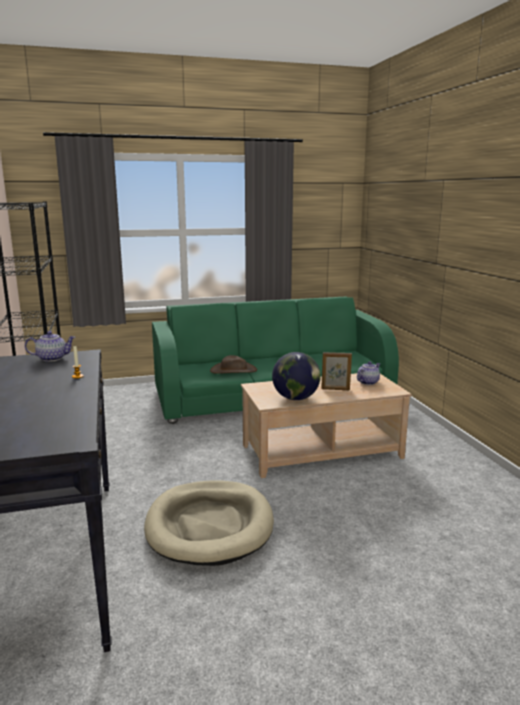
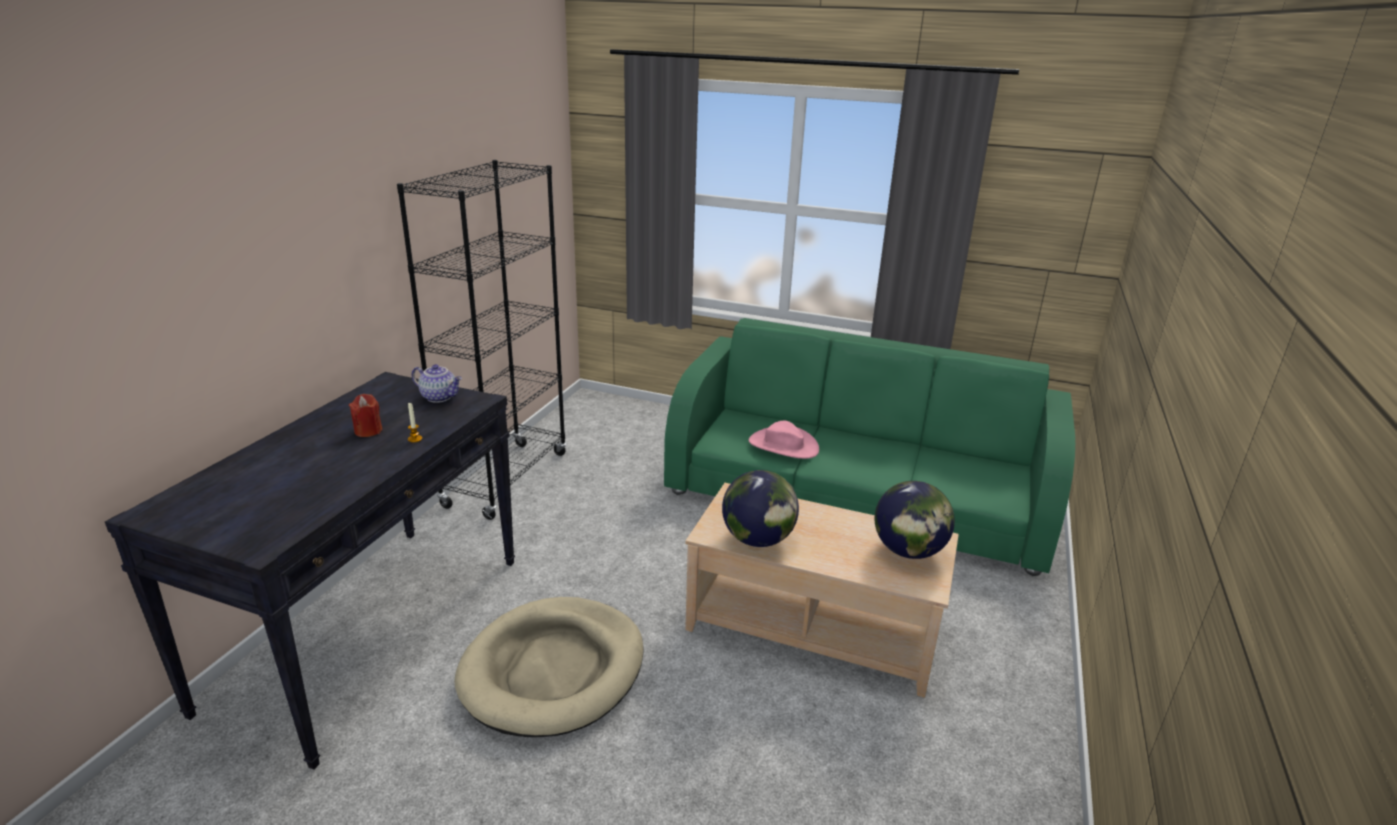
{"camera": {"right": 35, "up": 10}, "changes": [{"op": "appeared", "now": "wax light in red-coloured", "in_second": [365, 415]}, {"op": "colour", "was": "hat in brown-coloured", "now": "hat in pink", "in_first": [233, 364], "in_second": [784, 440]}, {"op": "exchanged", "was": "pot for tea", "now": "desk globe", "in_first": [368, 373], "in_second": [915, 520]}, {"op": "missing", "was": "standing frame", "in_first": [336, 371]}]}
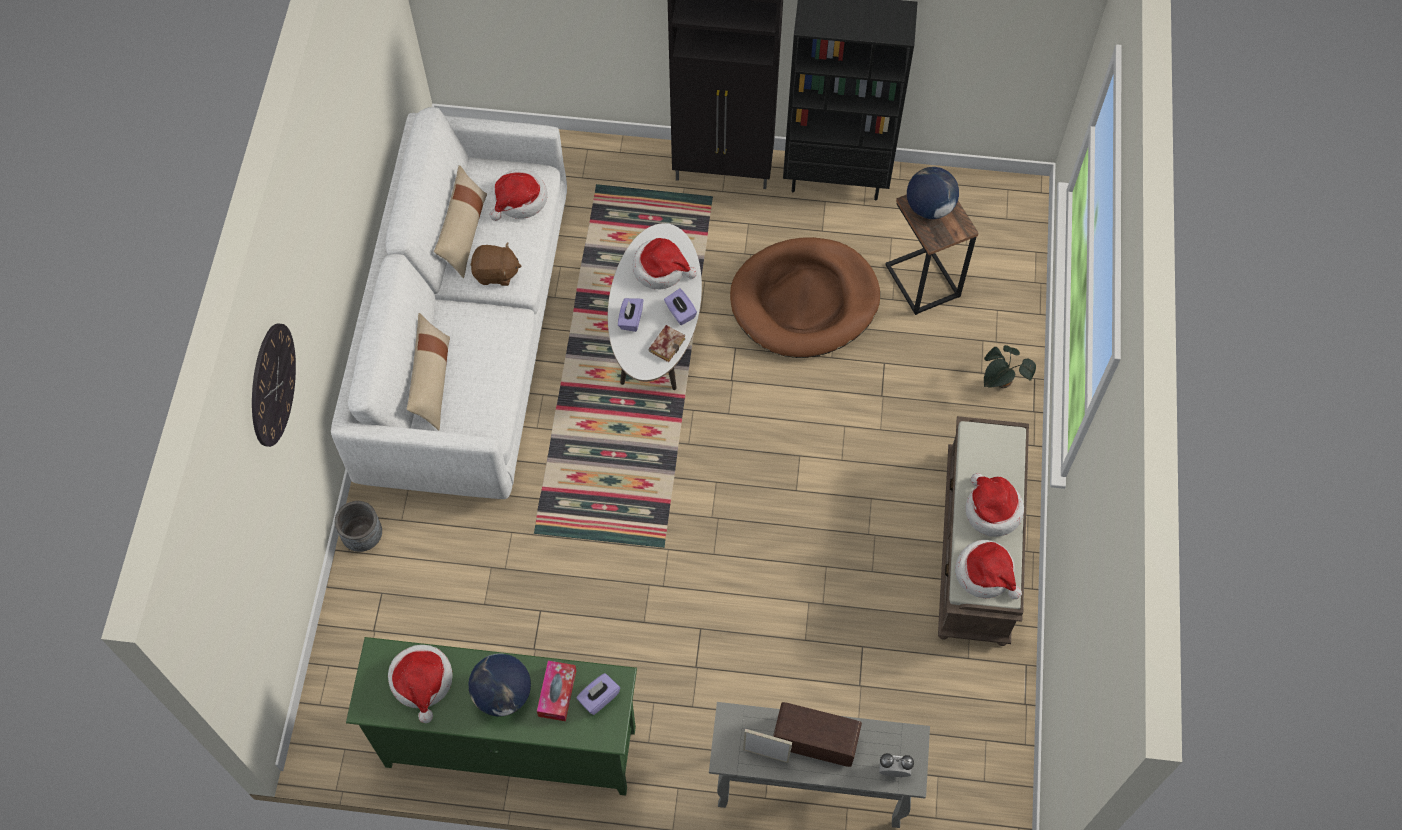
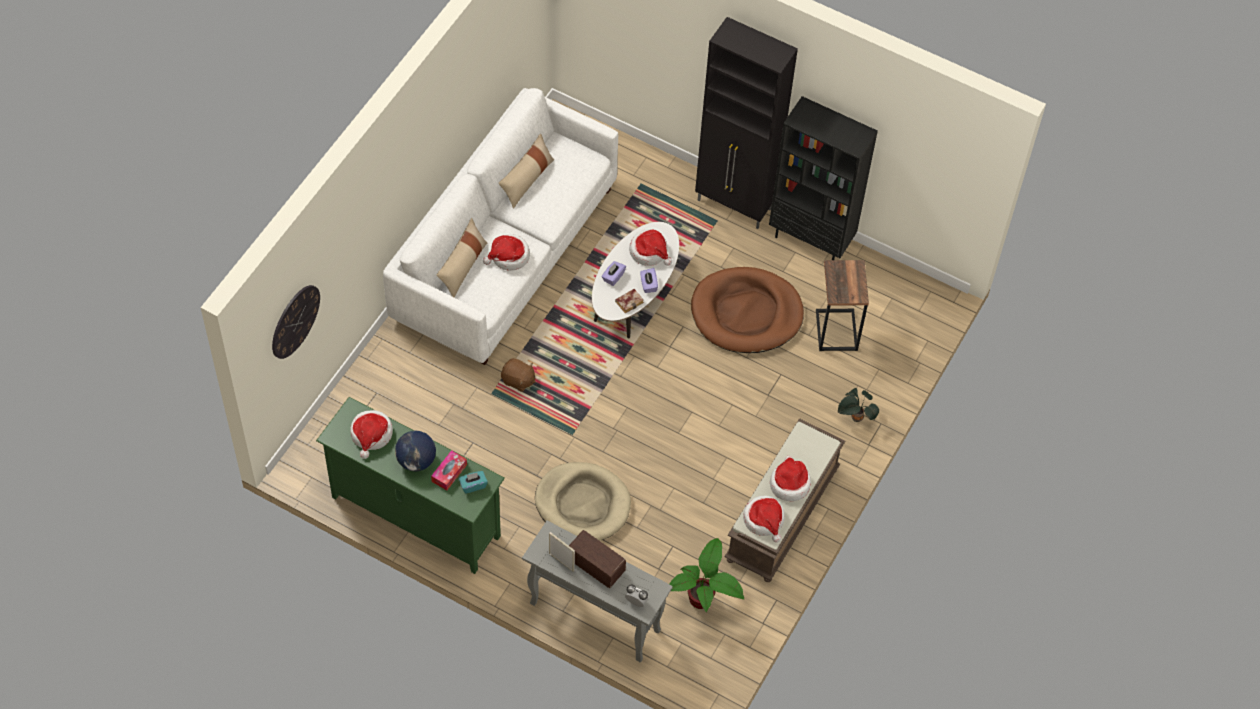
{"camera": {"right": 20, "up": -5}, "changes": [{"op": "relocated", "was": "wall clock", "in_first": [274, 385], "in_second": [296, 322]}, {"op": "colour", "was": "tissue box in purple-coloured", "now": "tissue box in blue-green", "in_first": [598, 694], "in_second": [473, 482]}, {"op": "relocated", "was": "hat", "in_first": [519, 195], "in_second": [506, 252]}, {"op": "relocated", "was": "soft toy in brown-coloured", "in_first": [495, 264], "in_second": [518, 375]}, {"op": "appeared", "now": "dog cushion in beige-coloured", "in_second": [583, 501]}, {"op": "appeared", "now": "plant in a pot", "in_second": [707, 575]}, {"op": "missing", "was": "plant pot in gray", "in_first": [358, 526]}, {"op": "missing", "was": "desk globe", "in_first": [933, 193]}]}
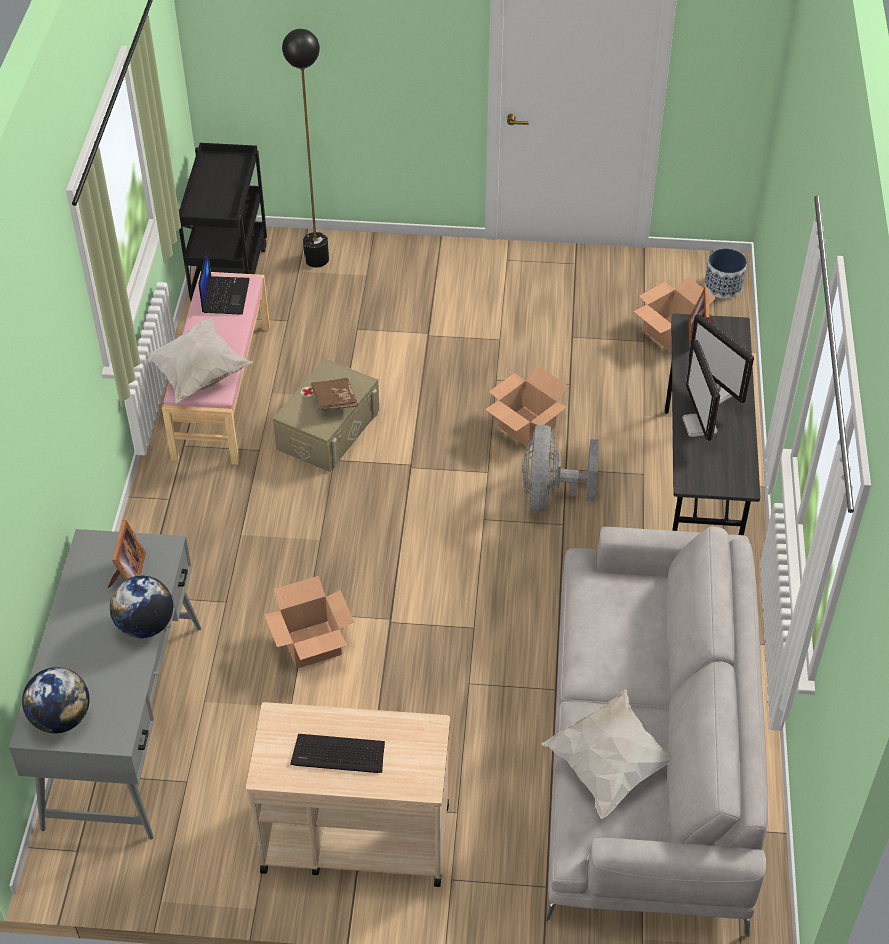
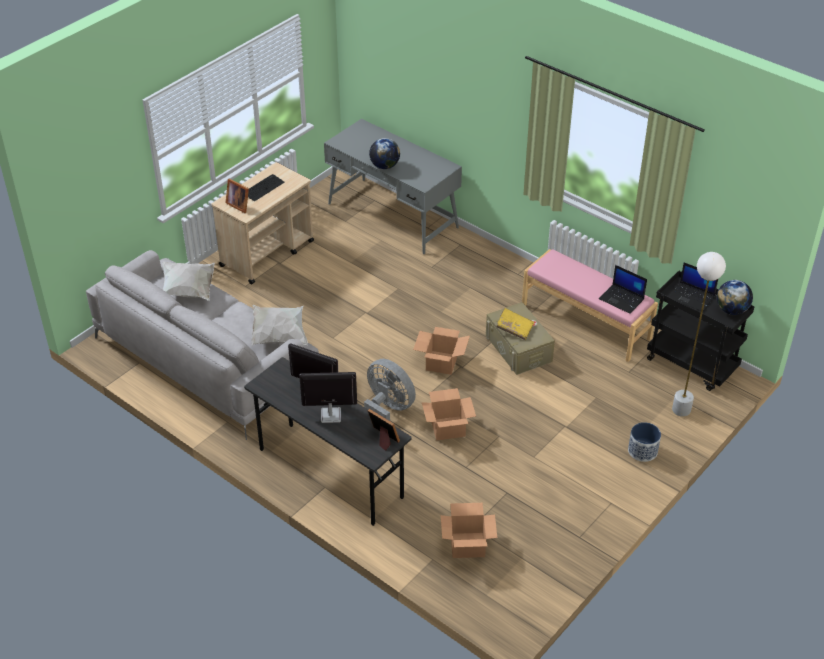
{"camera": {"right": 125, "up": -5}, "changes": [{"op": "relocated", "was": "standing frame", "in_first": [127, 554], "in_second": [237, 195]}, {"op": "relocated", "was": "cushion in whitish", "in_first": [199, 360], "in_second": [280, 325]}, {"op": "relocated", "was": "packing box", "in_first": [309, 622], "in_second": [441, 351]}, {"op": "colour", "was": "volume in brown-coloured", "now": "volume in yellow-coloured", "in_first": [334, 394], "in_second": [515, 324]}, {"op": "relocated", "was": "plant pot", "in_first": [725, 273], "in_second": [644, 442]}, {"op": "appeared", "now": "notebook computer", "in_second": [694, 287]}, {"op": "colour", "was": "standing lamp in black", "now": "standing lamp in whitish", "in_first": [305, 148], "in_second": [699, 334]}, {"op": "relocated", "was": "desk globe", "in_first": [56, 700], "in_second": [735, 297]}]}
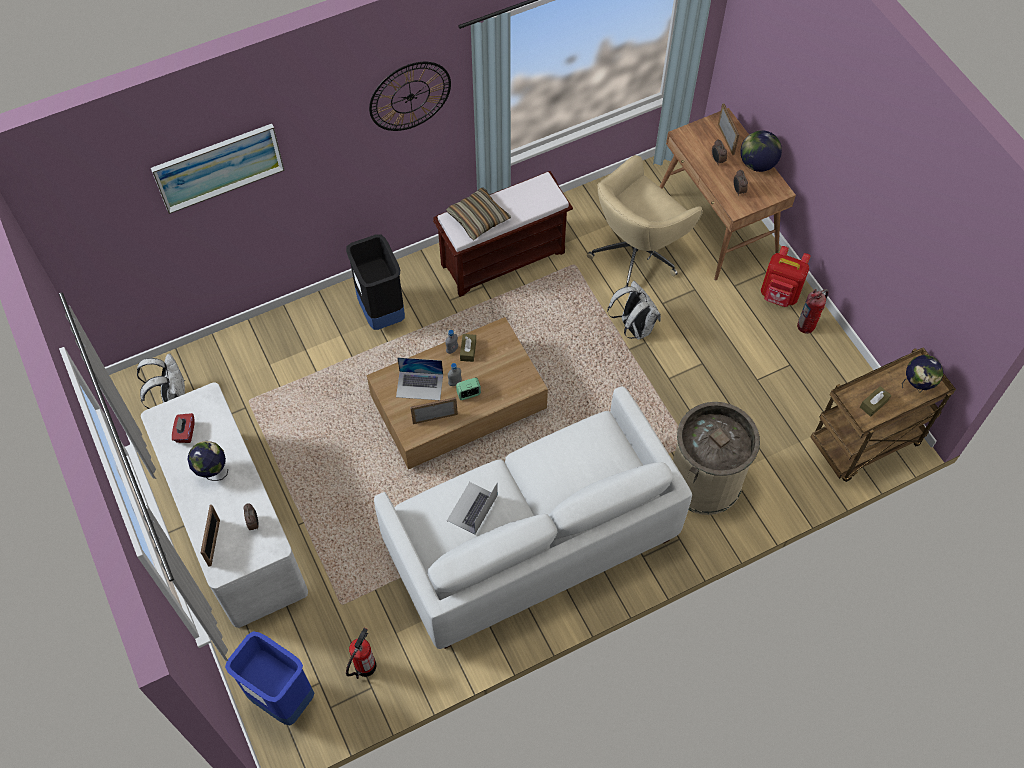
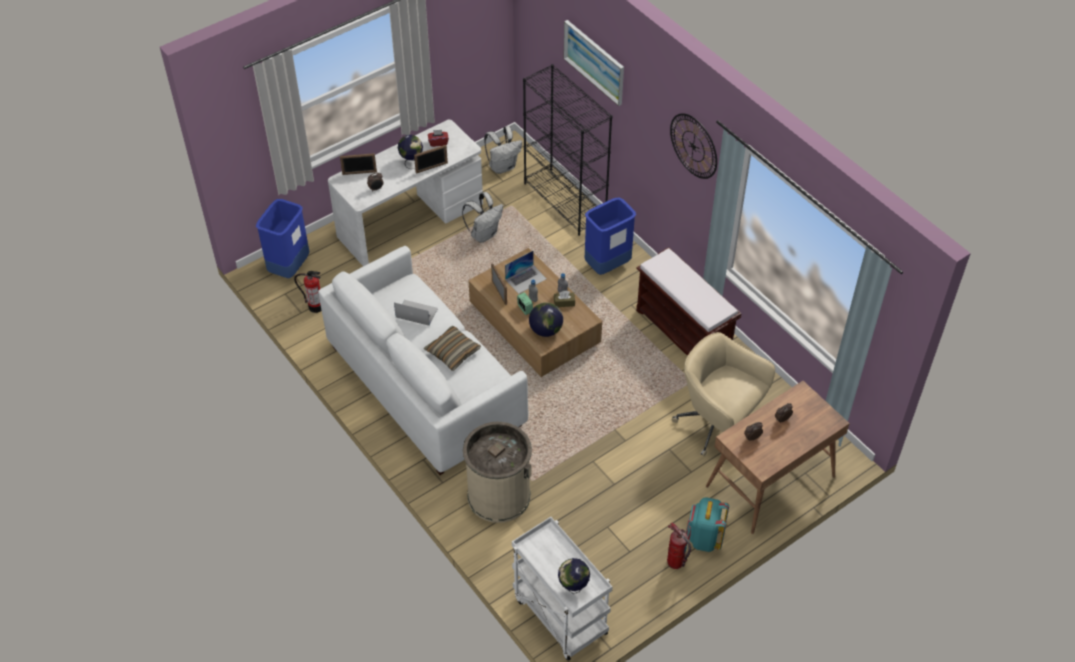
{"camera": {"right": 80, "up": -10}, "changes": [{"op": "relocated", "was": "standing frame", "in_first": [728, 129], "in_second": [431, 159]}, {"op": "relocated", "was": "cushion", "in_first": [478, 213], "in_second": [452, 348]}, {"op": "relocated", "was": "backpack in whitish", "in_first": [634, 310], "in_second": [482, 217]}, {"op": "spun", "was": "notebook computer", "in_first": [419, 378], "in_second": [526, 272], "clockwise": -120}, {"op": "colour", "was": "wheeled cart in brown-coloured", "now": "wheeled cart in whitish", "in_first": [883, 414], "in_second": [562, 589]}, {"op": "appeared", "now": "bookshelf in black", "in_second": [567, 150]}, {"op": "relocated", "was": "desk globe", "in_first": [761, 151], "in_second": [546, 319]}, {"op": "colour", "was": "rubbish bin in black", "now": "rubbish bin in blue-coloured", "in_first": [375, 282], "in_second": [610, 236]}, {"op": "colour", "was": "backpack in red-coloured", "now": "backpack in blue-green", "in_first": [786, 276], "in_second": [707, 524]}, {"op": "missing", "was": "tissue box in brown-coloured", "in_first": [875, 401]}]}
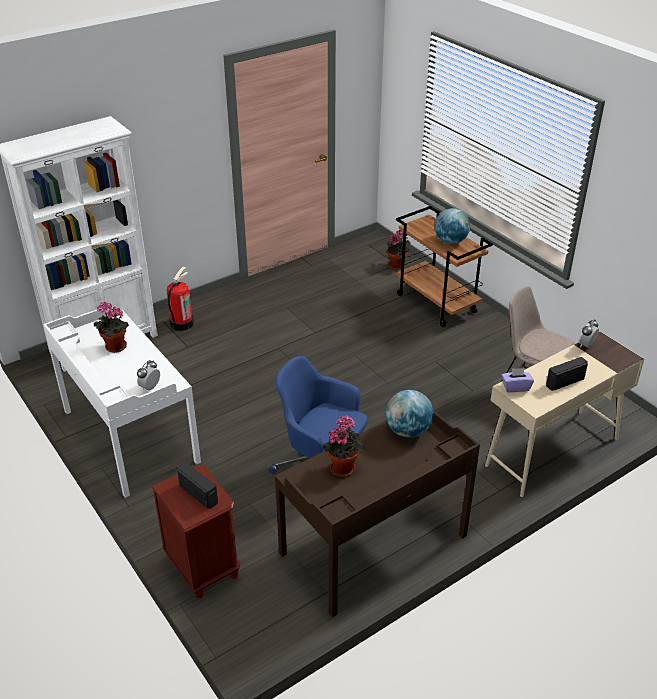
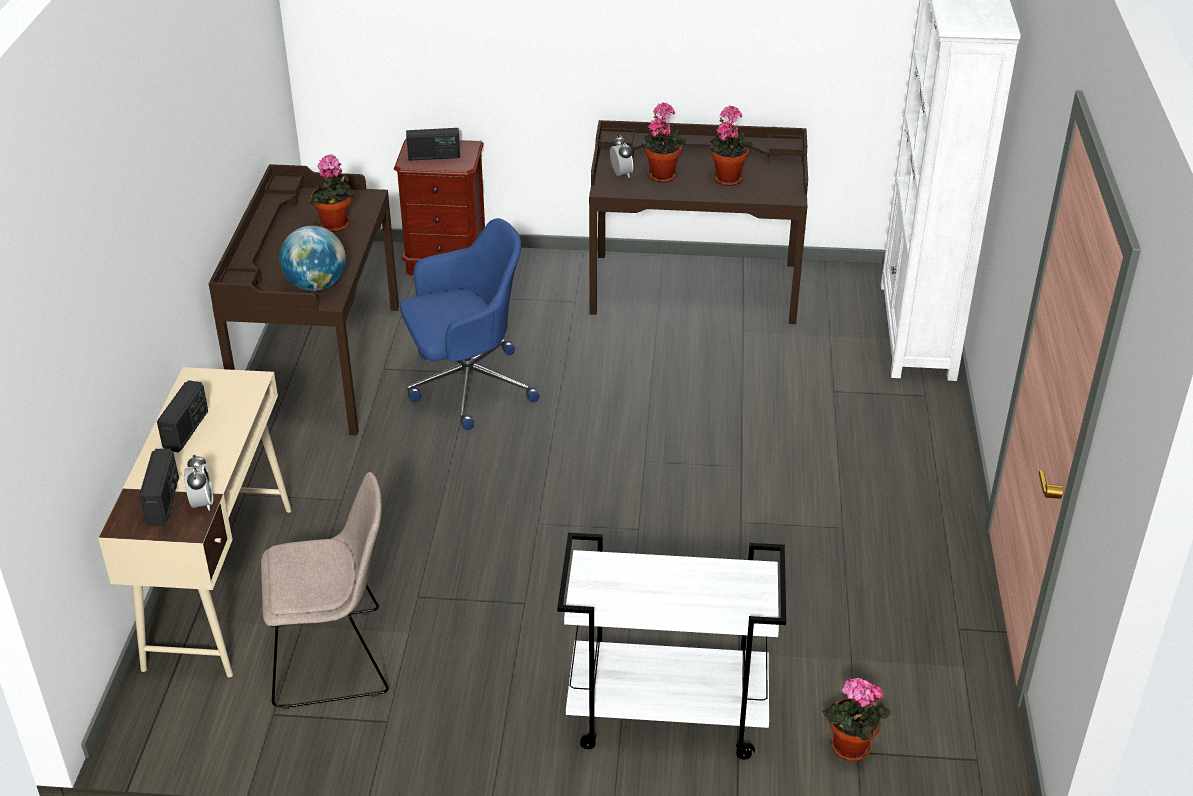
{"camera": {"right": 130, "up": 0}, "changes": [{"op": "appeared", "now": "radio receiver", "in_second": [159, 487]}, {"op": "colour", "was": "wheeled cart in brown-coloured", "now": "wheeled cart in whitish", "in_first": [444, 267], "in_second": [671, 645]}, {"op": "colour", "was": "desk unit in whitish", "now": "desk unit in brown-coloured", "in_first": [122, 403], "in_second": [698, 222]}, {"op": "appeared", "now": "plant in a pot", "in_second": [664, 142]}, {"op": "missing", "was": "fire extinguisher", "in_first": [180, 299]}, {"op": "missing", "was": "desk globe", "in_first": [452, 226]}, {"op": "missing", "was": "tissue box in purple-coloured", "in_first": [518, 380]}]}
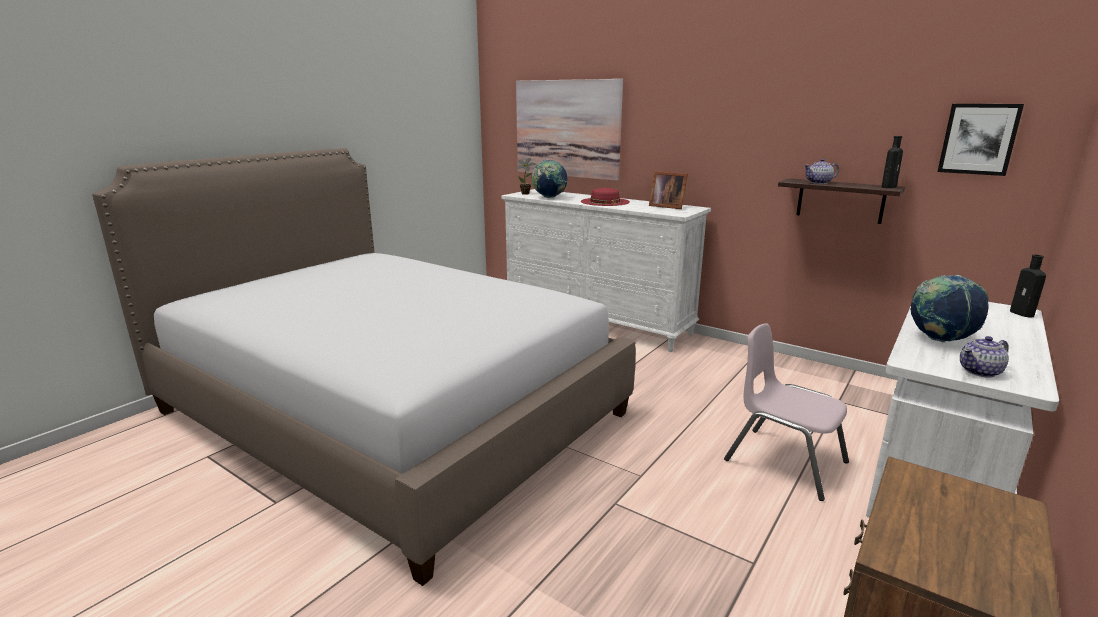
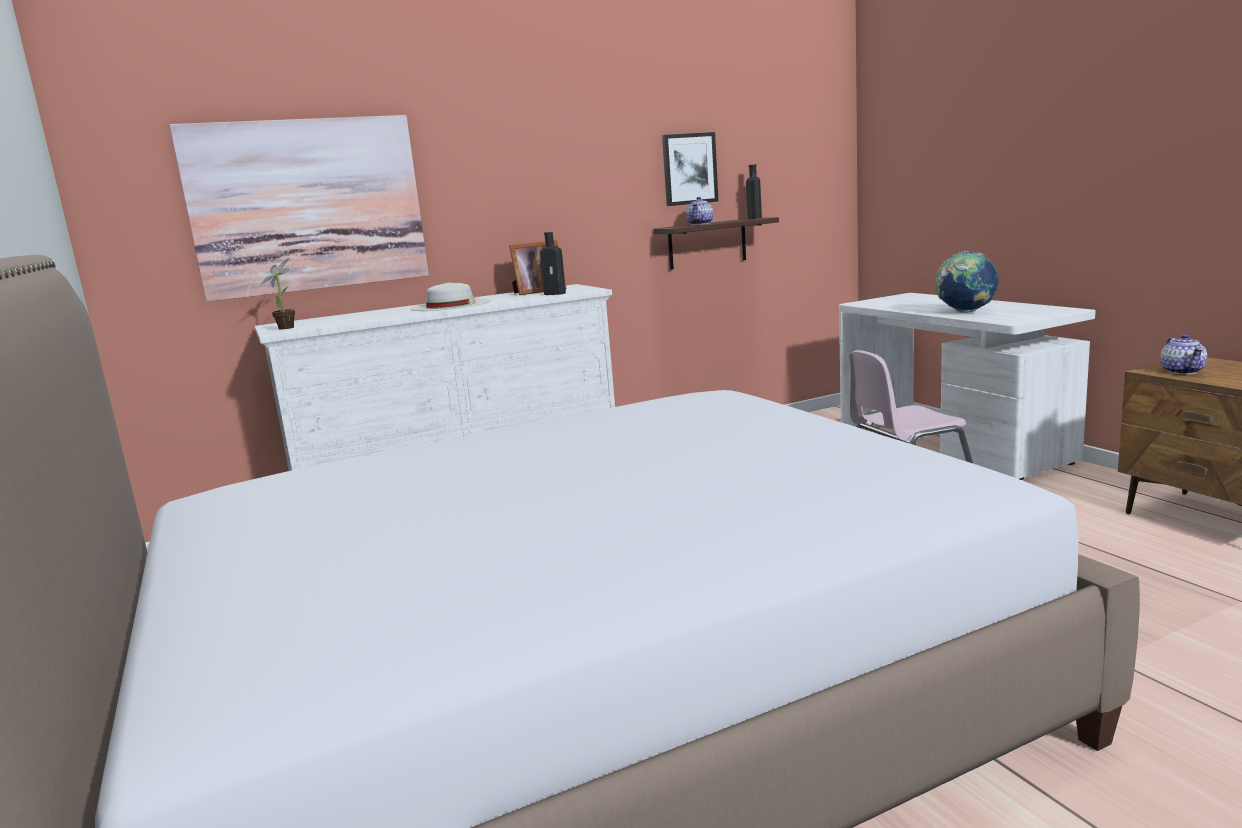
{"camera": {"right": -60, "up": -5}, "changes": [{"op": "colour", "was": "hat in red-coloured", "now": "hat in whitish", "in_first": [605, 197], "in_second": [450, 297]}, {"op": "relocated", "was": "bottle in black", "in_first": [1028, 286], "in_second": [553, 263]}, {"op": "relocated", "was": "picture", "in_first": [981, 140], "in_second": [690, 169]}, {"op": "relocated", "was": "pot for tea", "in_first": [984, 357], "in_second": [1183, 354]}, {"op": "missing", "was": "desk globe", "in_first": [549, 179]}]}
